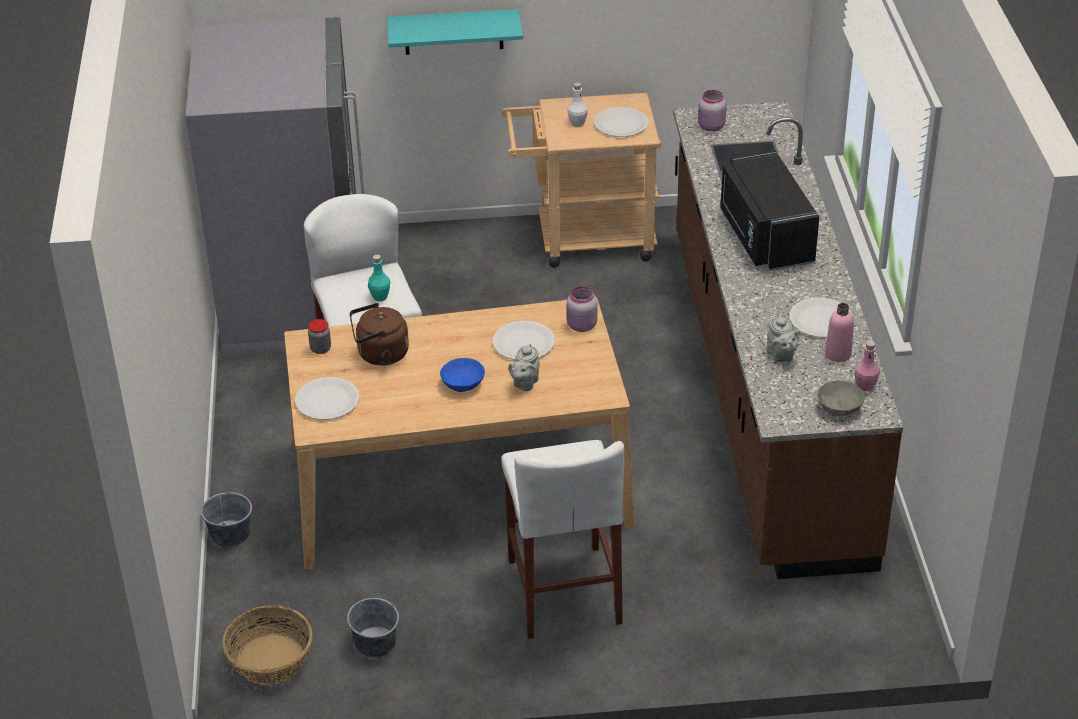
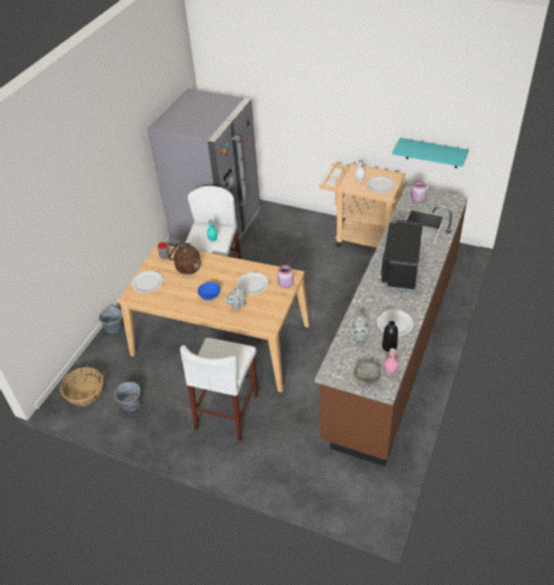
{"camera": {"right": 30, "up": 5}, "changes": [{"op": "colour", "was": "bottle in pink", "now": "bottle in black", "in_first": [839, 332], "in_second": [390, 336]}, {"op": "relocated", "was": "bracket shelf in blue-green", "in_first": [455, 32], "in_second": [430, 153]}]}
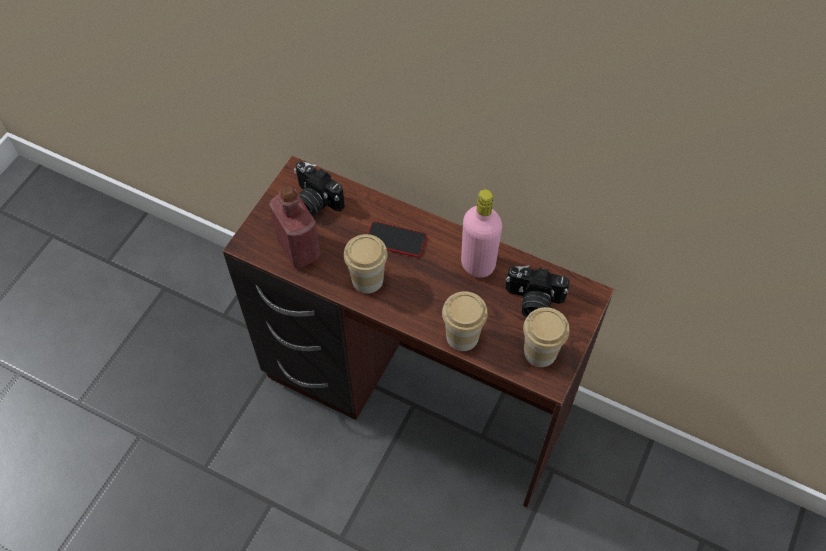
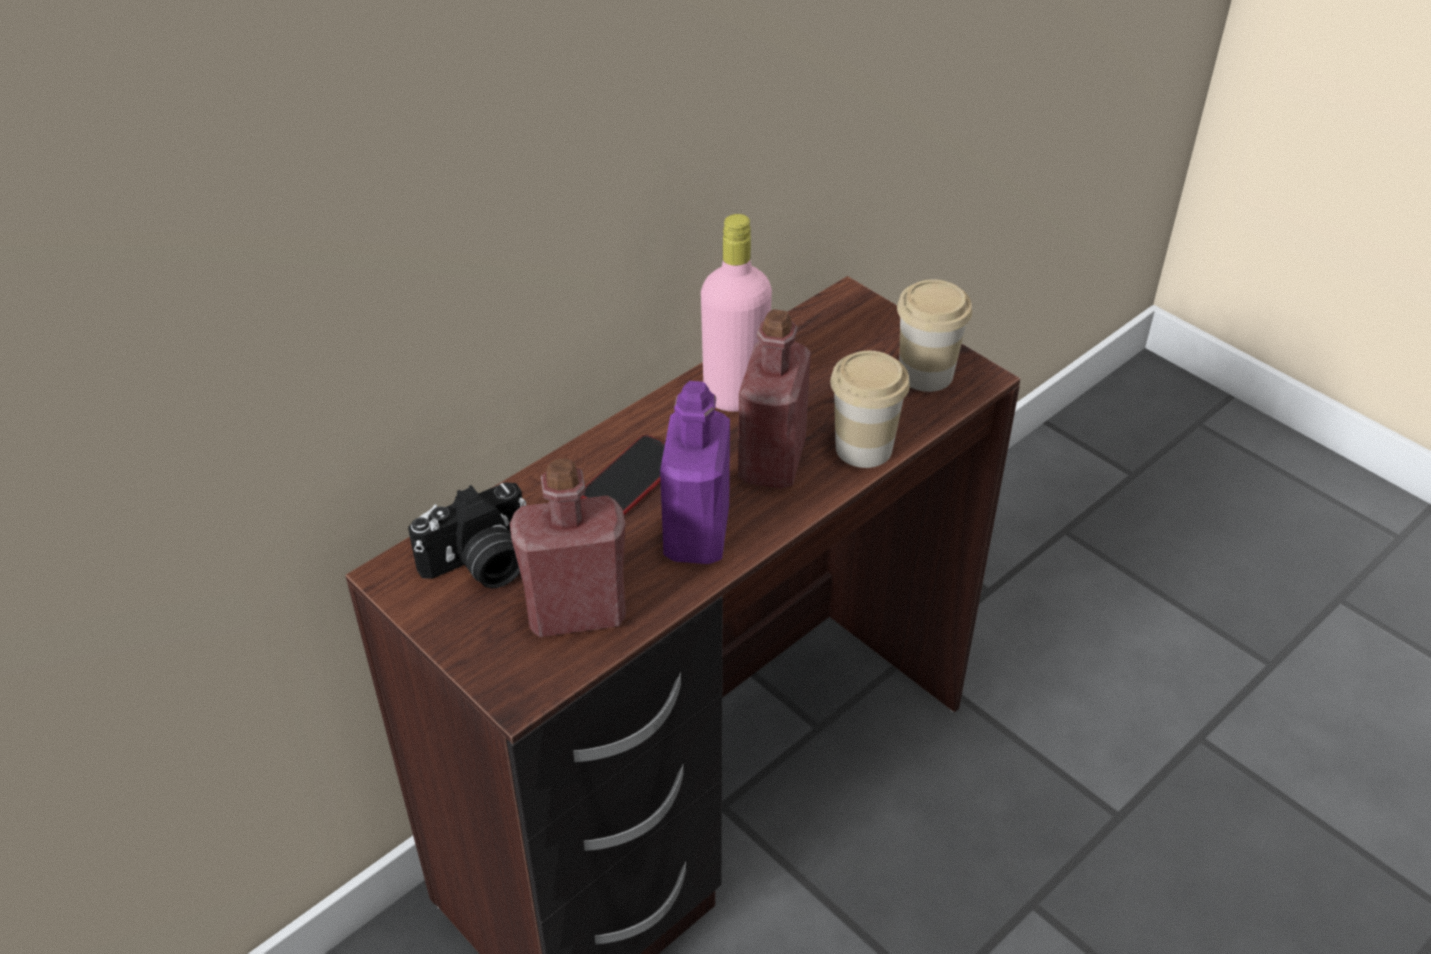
{"camera": {"right": -70, "up": -15}, "changes": [{"op": "exchanged", "was": "small cup", "now": "bottle in purple-coloured", "in_first": [366, 264], "in_second": [695, 472]}, {"op": "appeared", "now": "bottle in red-coloured", "in_second": [774, 399]}, {"op": "missing", "was": "still camera", "in_first": [537, 291]}]}
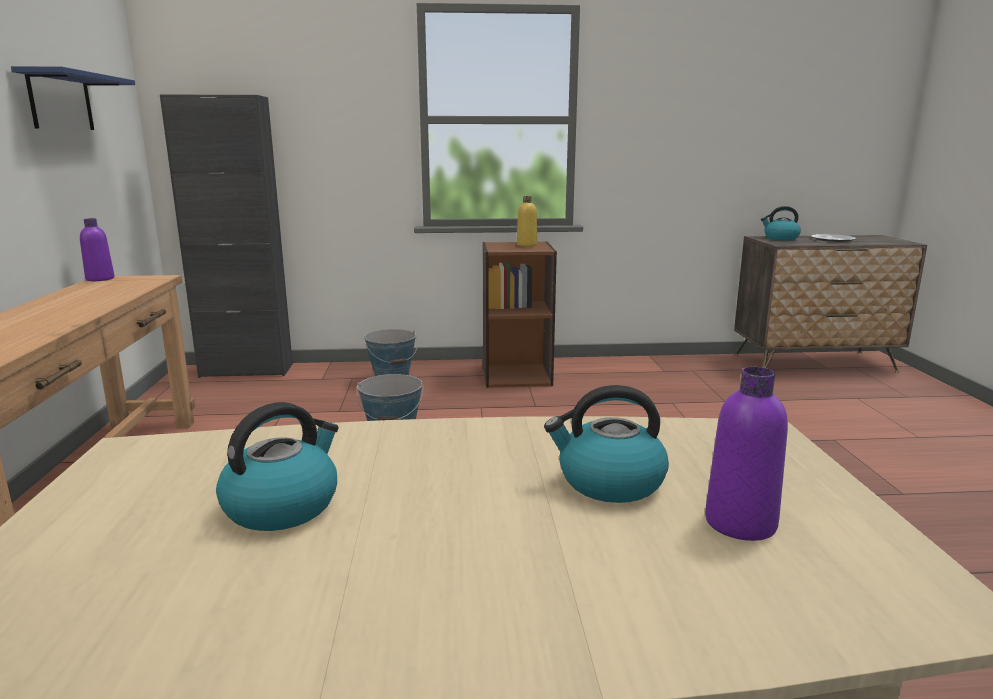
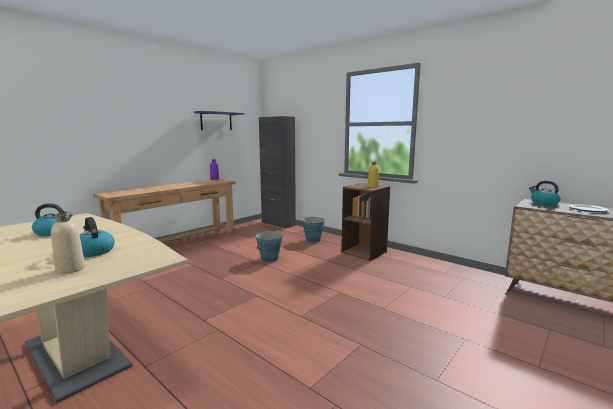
{"camera": {"right": 45, "up": -5}, "changes": [{"op": "colour", "was": "bottle in purple-coloured", "now": "bottle in beige-coloured", "in_first": [746, 454], "in_second": [68, 243]}]}
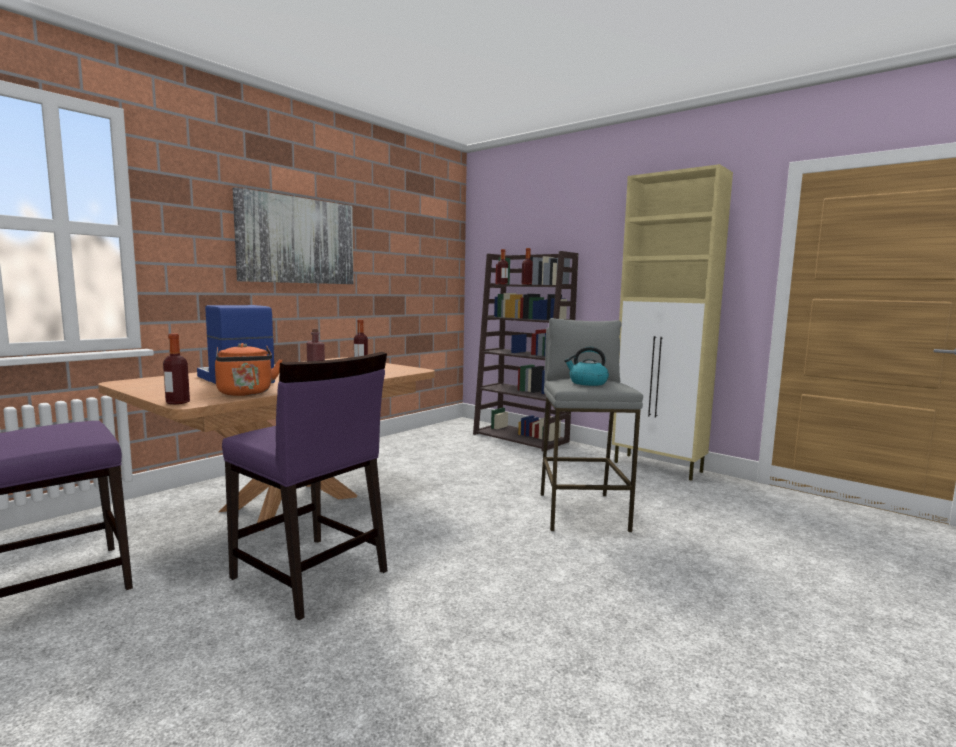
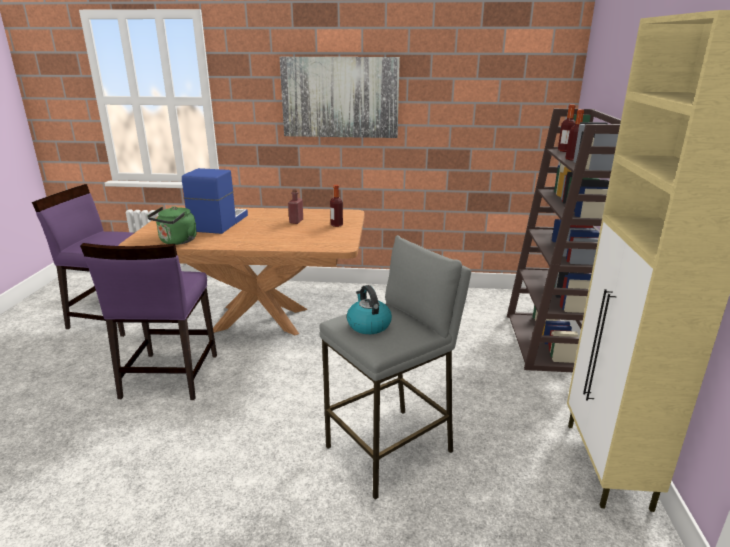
{"camera": {"right": 55, "up": 15}, "changes": [{"op": "colour", "was": "tea kettle in orangey", "now": "tea kettle in greenish", "in_first": [249, 369], "in_second": [172, 225]}, {"op": "missing", "was": "bottle", "in_first": [176, 369]}]}
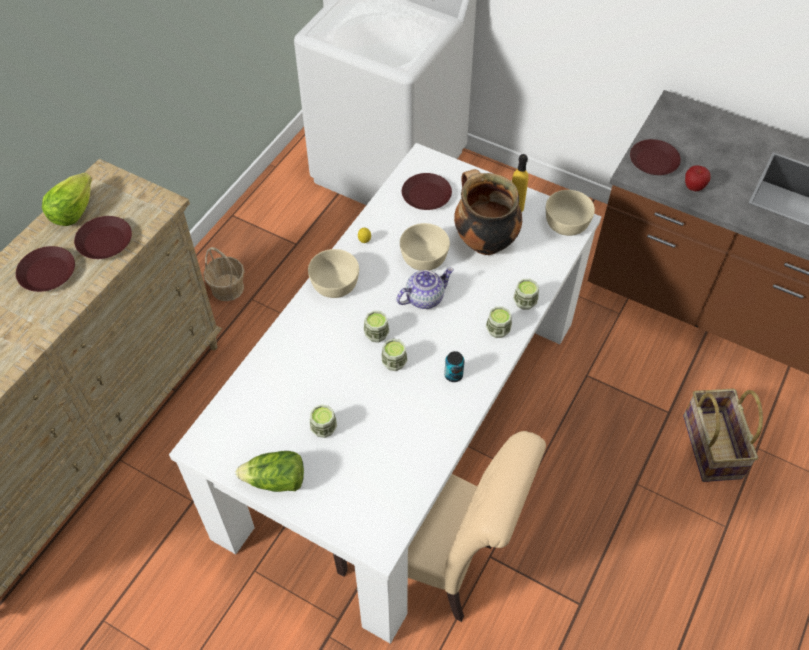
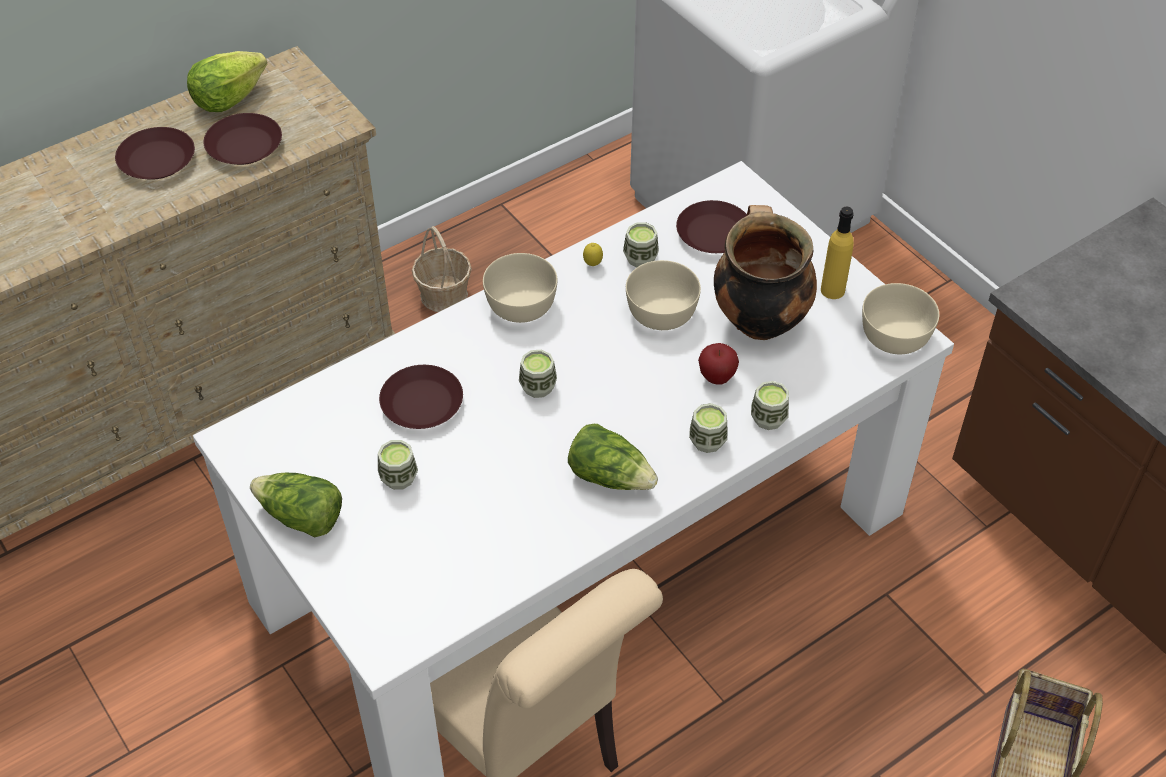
{"camera": {"right": 25, "up": -5}, "changes": [{"op": "relocated", "was": "flat dish in brown-coloured", "in_first": [655, 157], "in_second": [421, 397]}, {"op": "exchanged", "was": "sealed can", "now": "lettuce head", "in_first": [454, 366], "in_second": [613, 457]}, {"op": "relocated", "was": "small cup", "in_first": [394, 355], "in_second": [641, 245]}, {"op": "relocated", "was": "whole apple", "in_first": [698, 178], "in_second": [718, 364]}, {"op": "missing", "was": "pot for tea", "in_first": [425, 288]}]}
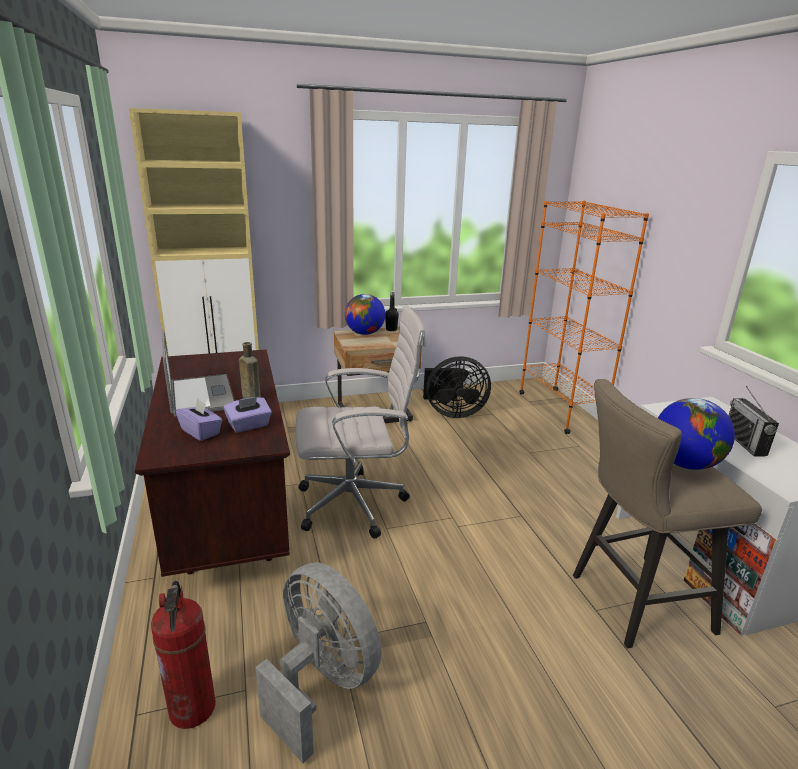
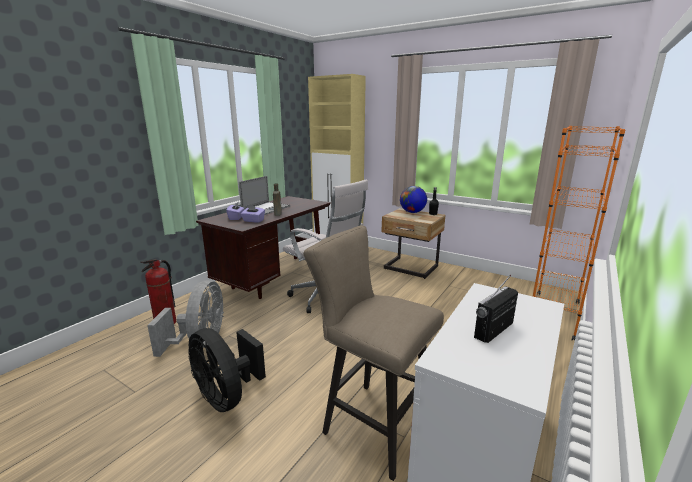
{"camera": {"right": 50, "up": -5}, "changes": [{"op": "relocated", "was": "cooling fan in black", "in_first": [457, 387], "in_second": [227, 370]}, {"op": "missing", "was": "desk globe", "in_first": [696, 434]}]}
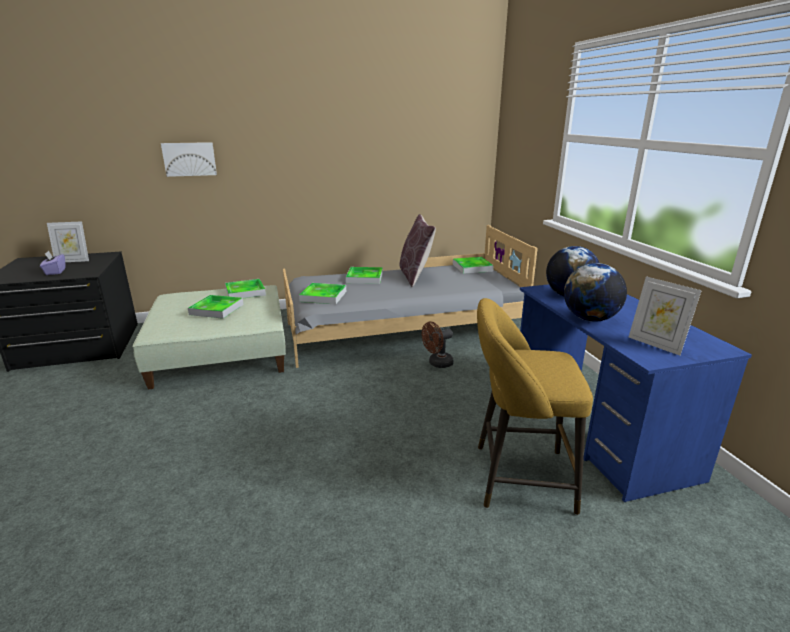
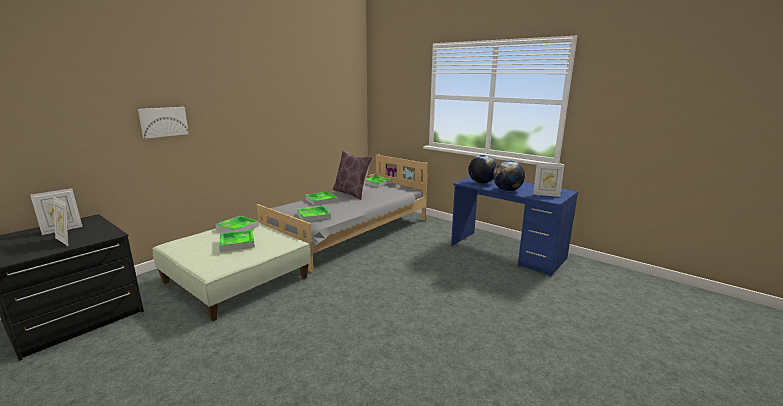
{"camera": {"right": -35, "up": -5}, "changes": [{"op": "exchanged", "was": "tissue box in purple-coloured", "now": "standing frame", "in_first": [53, 263], "in_second": [60, 221]}, {"op": "missing", "was": "cooling fan in brown-coloured", "in_first": [438, 345]}, {"op": "missing", "was": "stool seat in yellow-coloured", "in_first": [535, 406]}]}
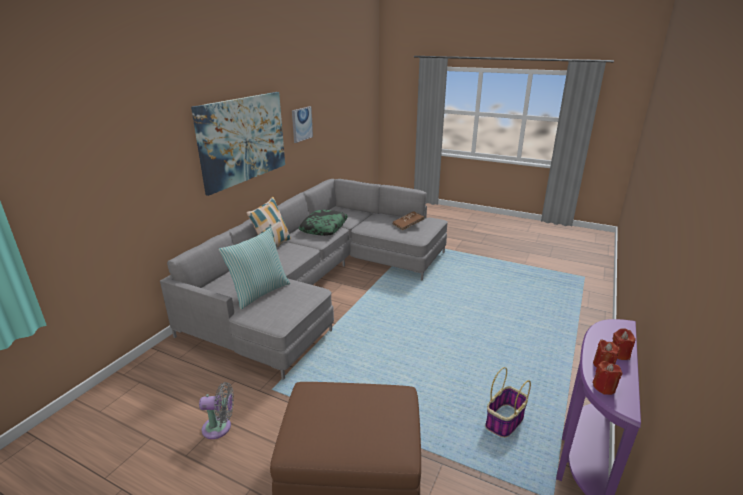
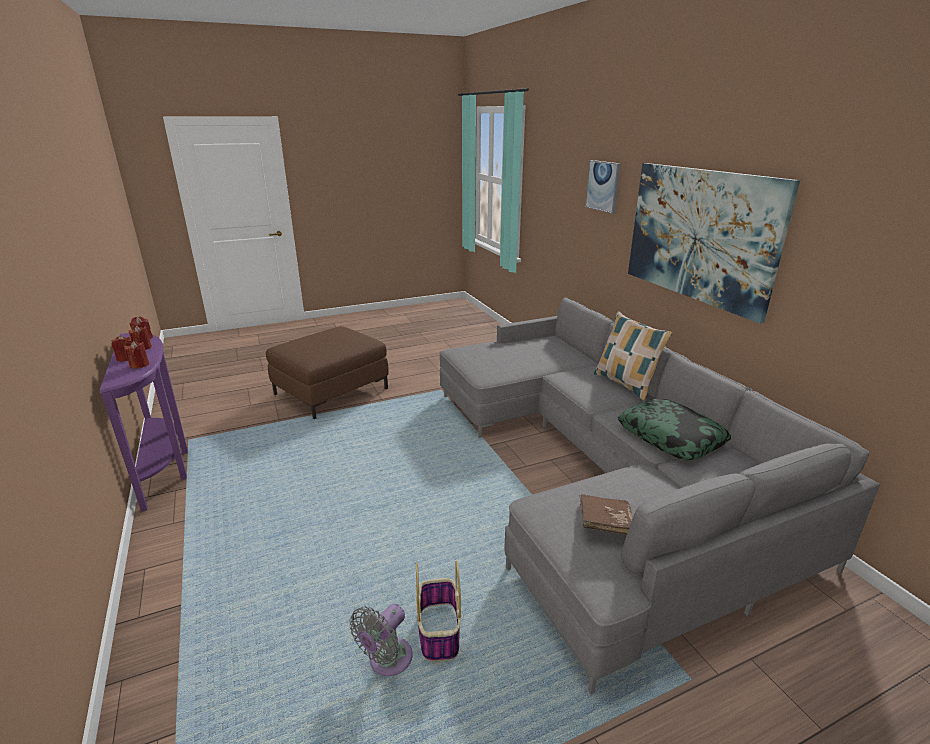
{"camera": {"right": 130, "up": 0}, "changes": [{"op": "appeared", "now": "wax light in red-coloured", "in_second": [136, 355]}, {"op": "relocated", "was": "cooling fan in gray", "in_first": [216, 410], "in_second": [381, 640]}, {"op": "relocated", "was": "storage basket", "in_first": [508, 402], "in_second": [438, 611]}, {"op": "relocated", "was": "picture", "in_first": [302, 124], "in_second": [603, 187]}, {"op": "missing", "was": "cushion", "in_first": [254, 268]}]}
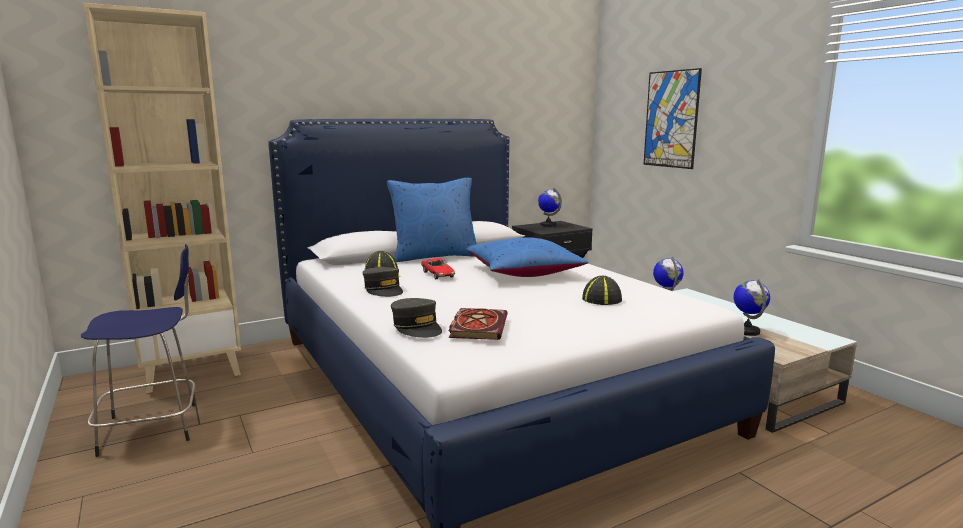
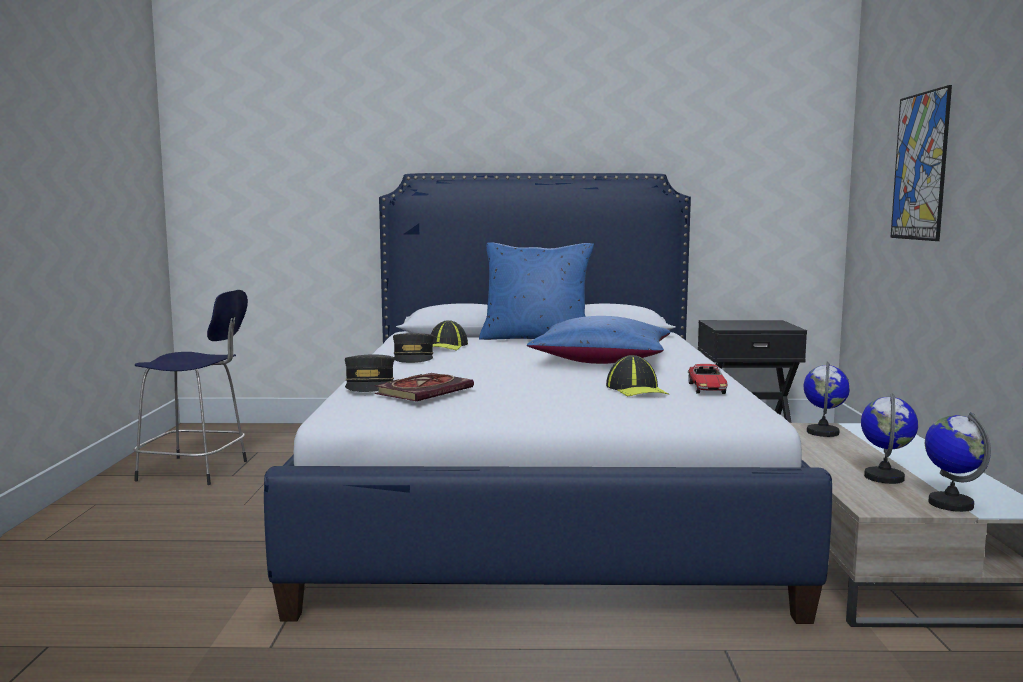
{"camera": {"right": 30, "up": -5}, "changes": [{"op": "spun", "was": "baseball cap", "in_first": [602, 290], "in_second": [637, 376], "clockwise": 120}, {"op": "relocated", "was": "model car", "in_first": [438, 268], "in_second": [707, 379]}, {"op": "relocated", "was": "desk globe", "in_first": [550, 207], "in_second": [958, 462]}, {"op": "missing", "was": "bookshelf in beige-coloured", "in_first": [162, 198]}]}
